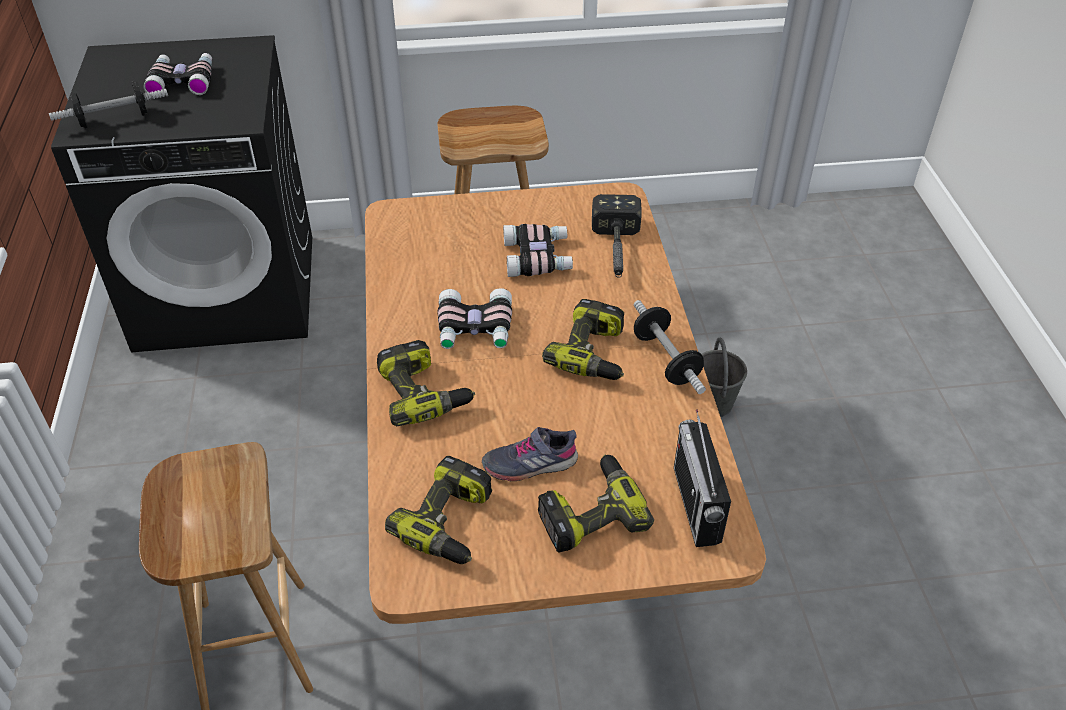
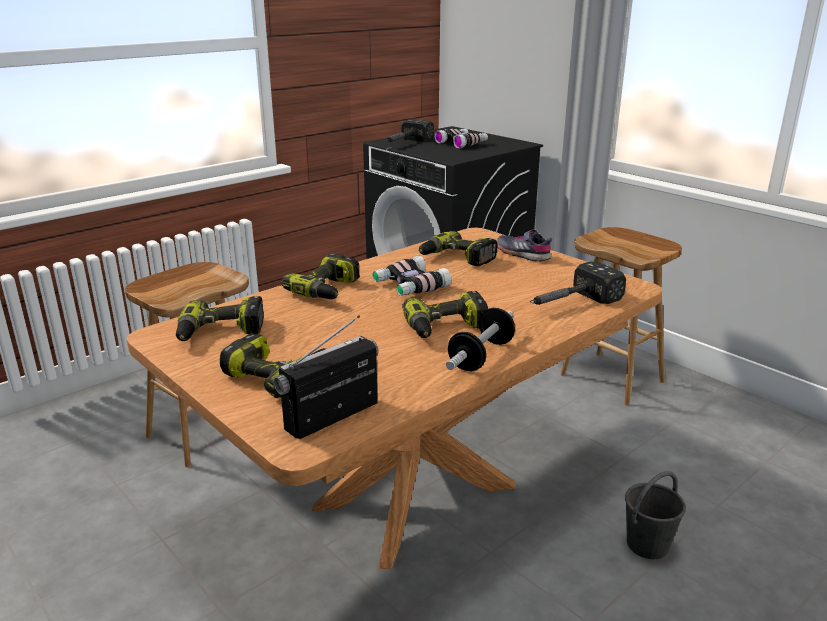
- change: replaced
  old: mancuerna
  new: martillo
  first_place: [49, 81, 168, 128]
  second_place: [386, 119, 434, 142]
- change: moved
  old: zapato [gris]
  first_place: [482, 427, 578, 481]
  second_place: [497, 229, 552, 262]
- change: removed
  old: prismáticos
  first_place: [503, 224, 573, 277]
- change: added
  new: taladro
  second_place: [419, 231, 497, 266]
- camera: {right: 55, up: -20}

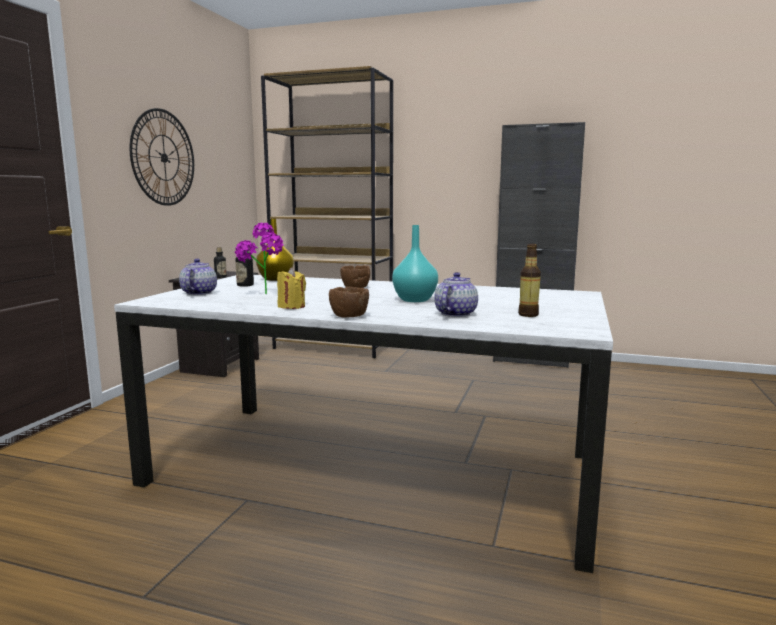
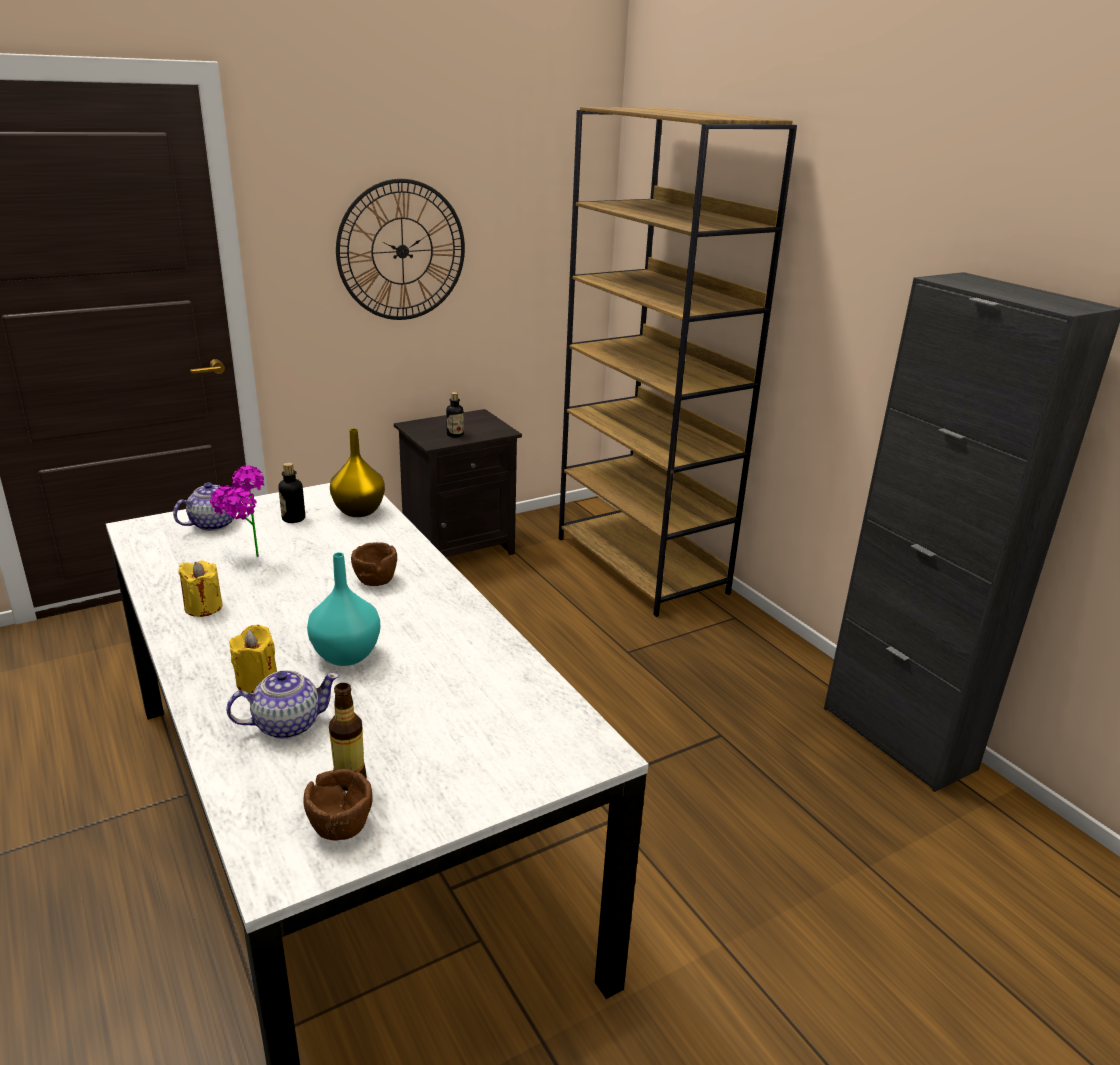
- change: moved
  old: cuenco [marrón]
  first_place: [329, 287, 369, 318]
  second_place: [303, 769, 373, 840]
- change: added
  new: vela [amarillo]
  second_place: [229, 625, 277, 693]
- camera: {right: 40, up: 15}

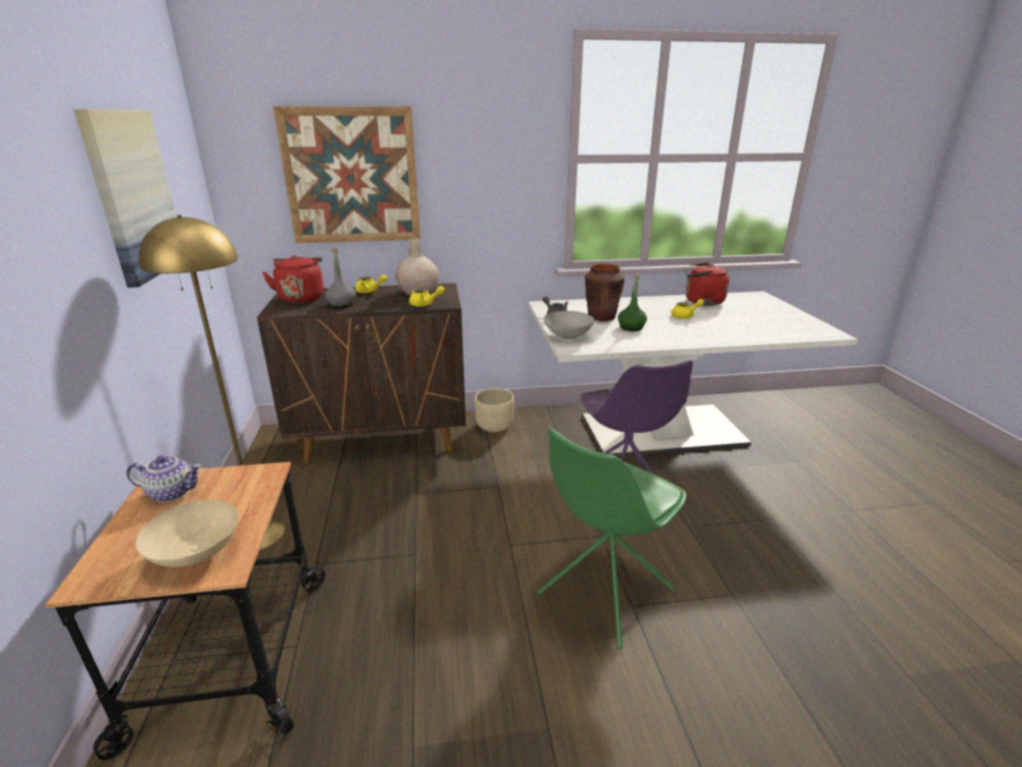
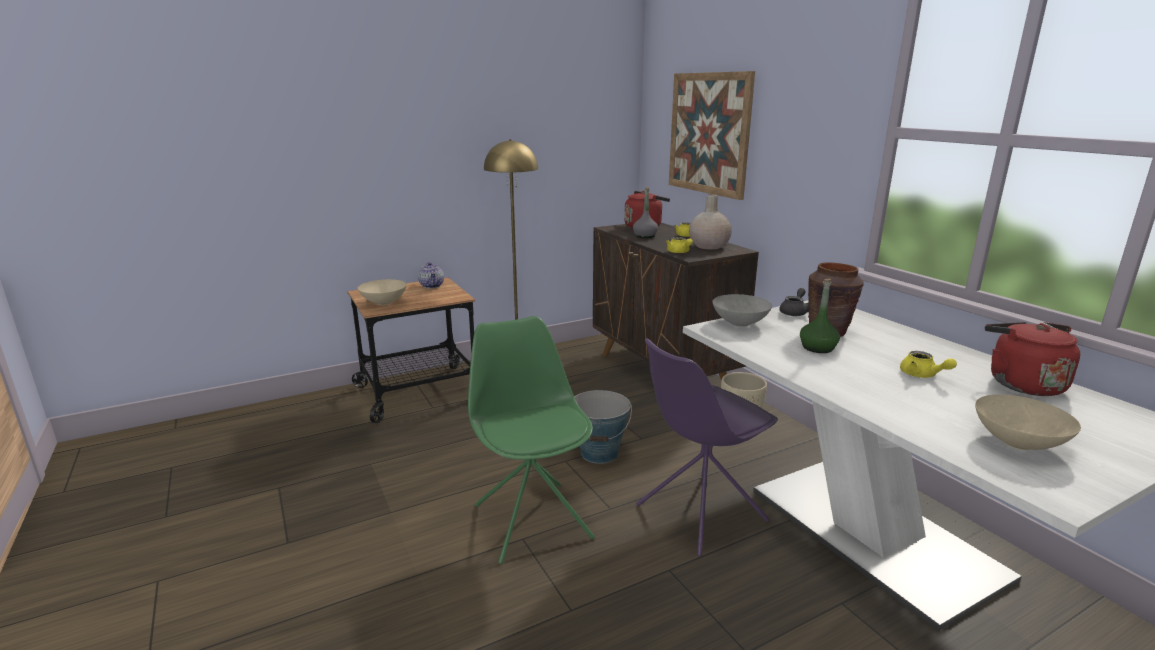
- change: removed
  old: cuadro
  first_place: [73, 109, 177, 288]
- change: turned
  old: silla [verde]
  first_place: [537, 428, 687, 649]
  second_place: [468, 316, 595, 564]
  degrees: 45
- change: added
  new: cubo
  second_place: [574, 390, 632, 464]
- change: added
  new: cuenco [beis]
  second_place: [975, 394, 1081, 450]
- camera: {right: 70, up: -5}

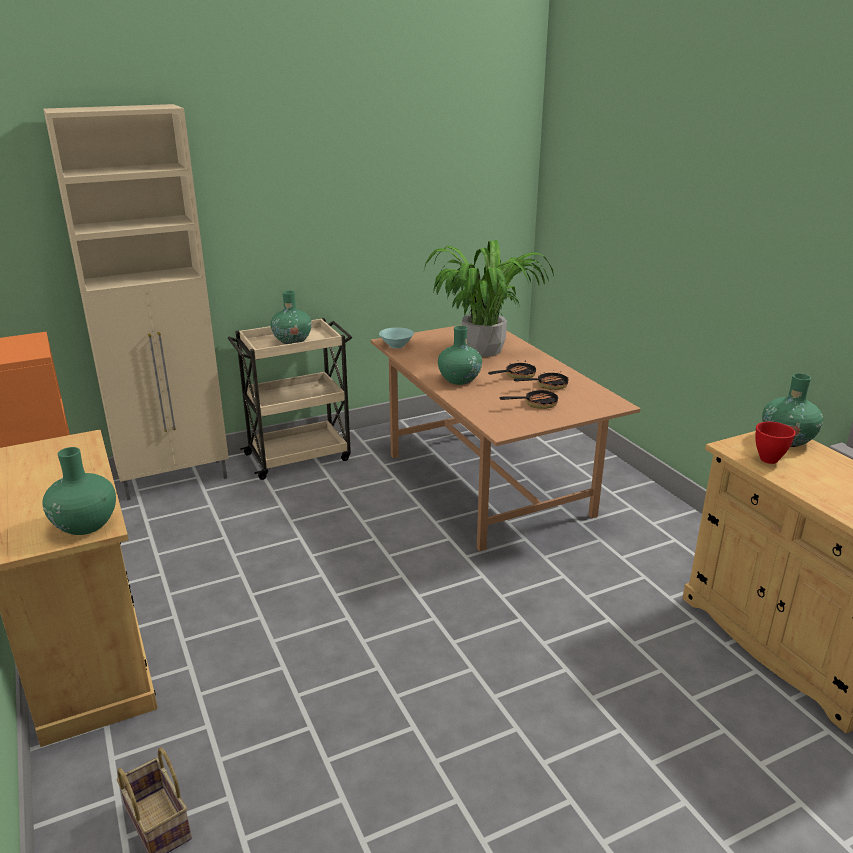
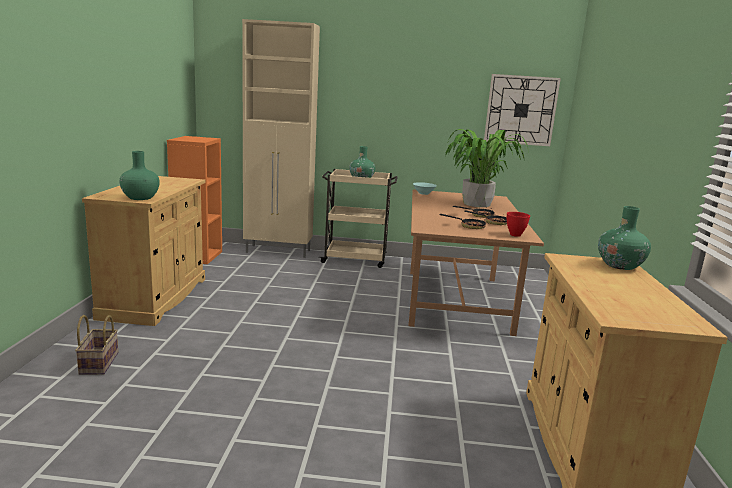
- change: removed
  old: florero [verde]
  first_place: [438, 326, 482, 385]
- change: moved
  old: cuenco [rojo]
  first_place: [755, 422, 796, 464]
  second_place: [507, 212, 530, 237]
- change: added
  new: reloj de pared
  second_place: [484, 74, 561, 146]
- camera: {right: 30, up: -10}

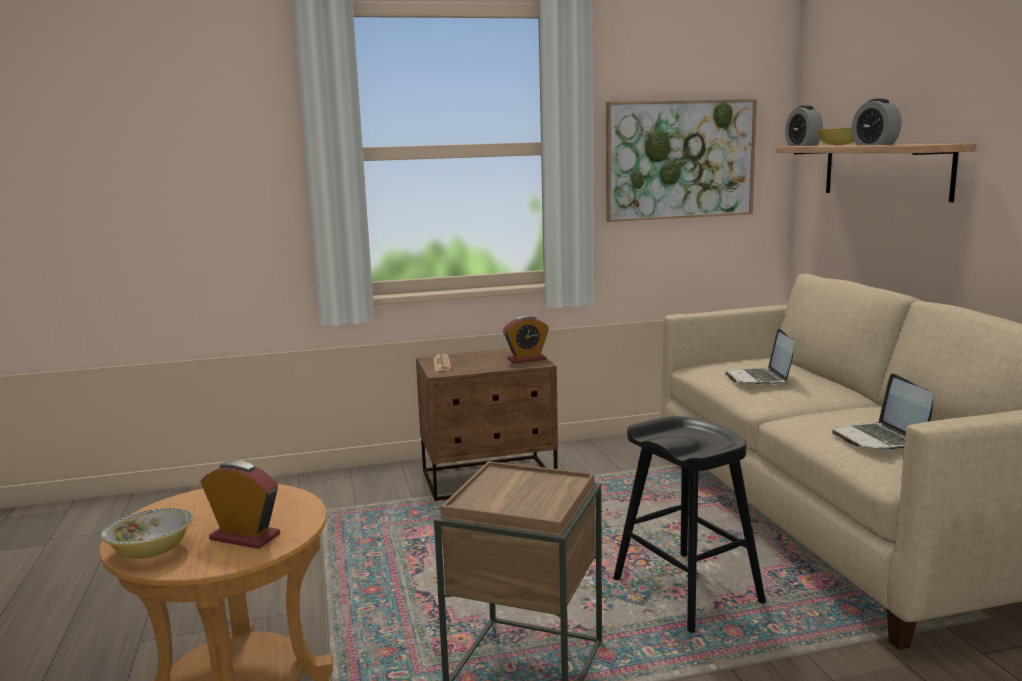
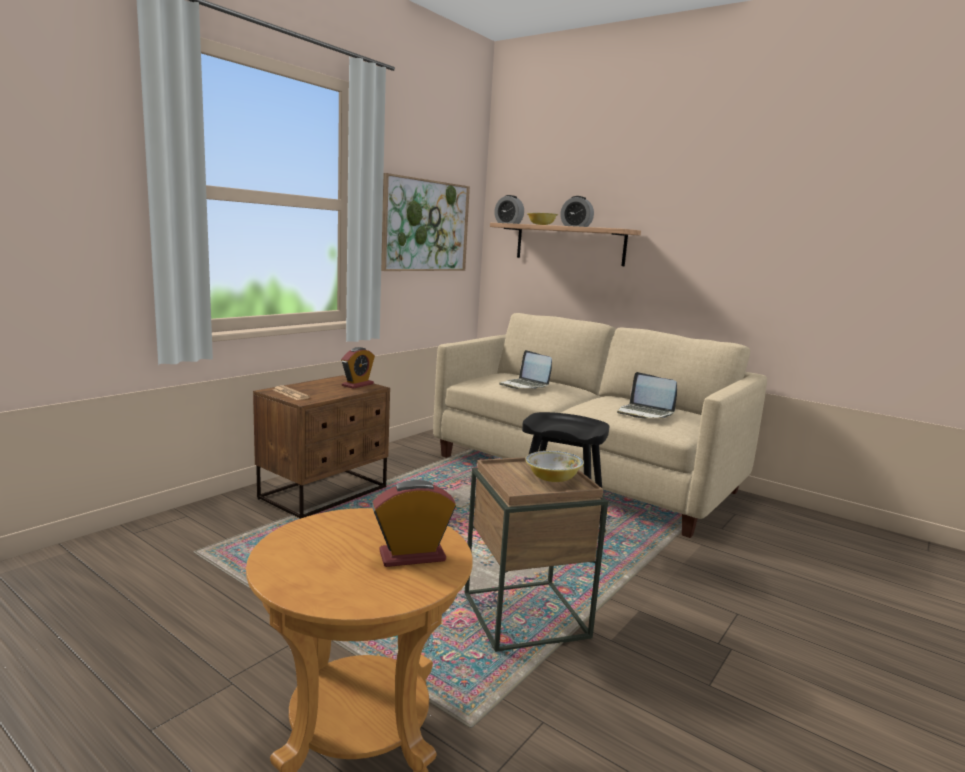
- change: moved
  old: cuenco
  first_place: [101, 508, 193, 559]
  second_place: [525, 451, 584, 482]
- camera: {right: -40, up: 0}

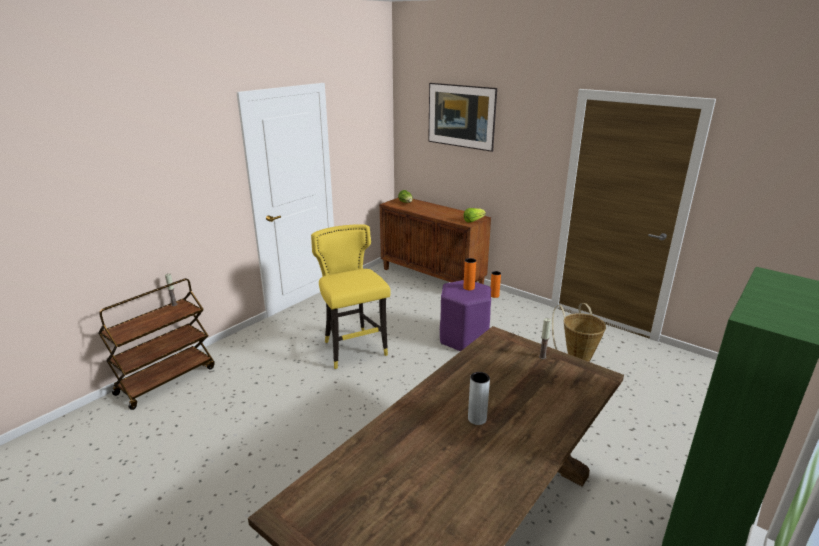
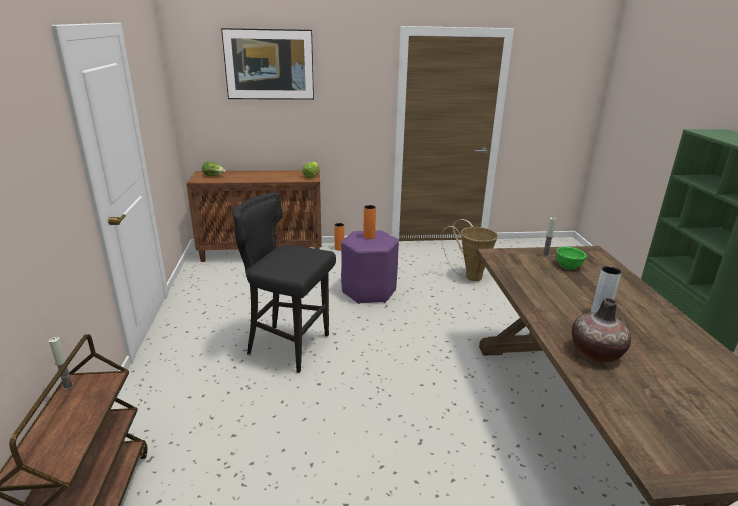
- change: recoloured
  old: taburete [amarillo]
  new: taburete [negro]
  first_place: [311, 224, 391, 369]
  second_place: [233, 192, 336, 373]
- change: added
  new: cuenco [verde]
  second_place: [556, 247, 587, 270]
- change: added
  new: florero
  second_place: [572, 298, 631, 363]
- camera: {right: -45, up: 0}

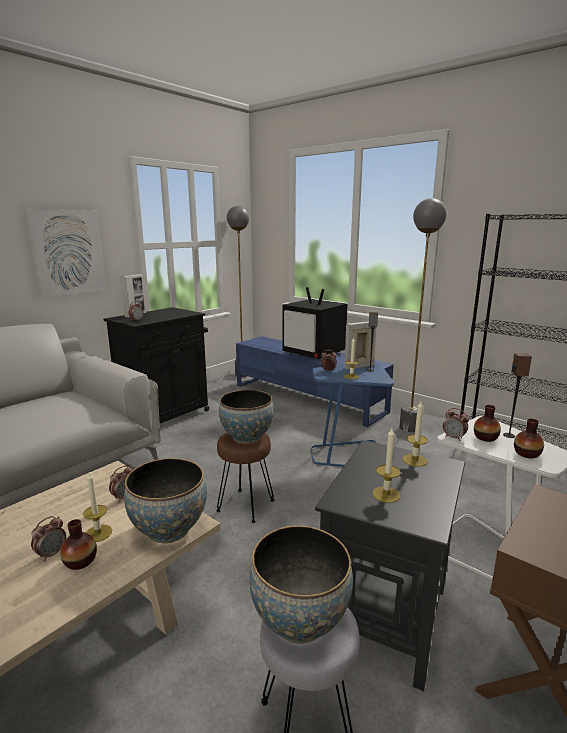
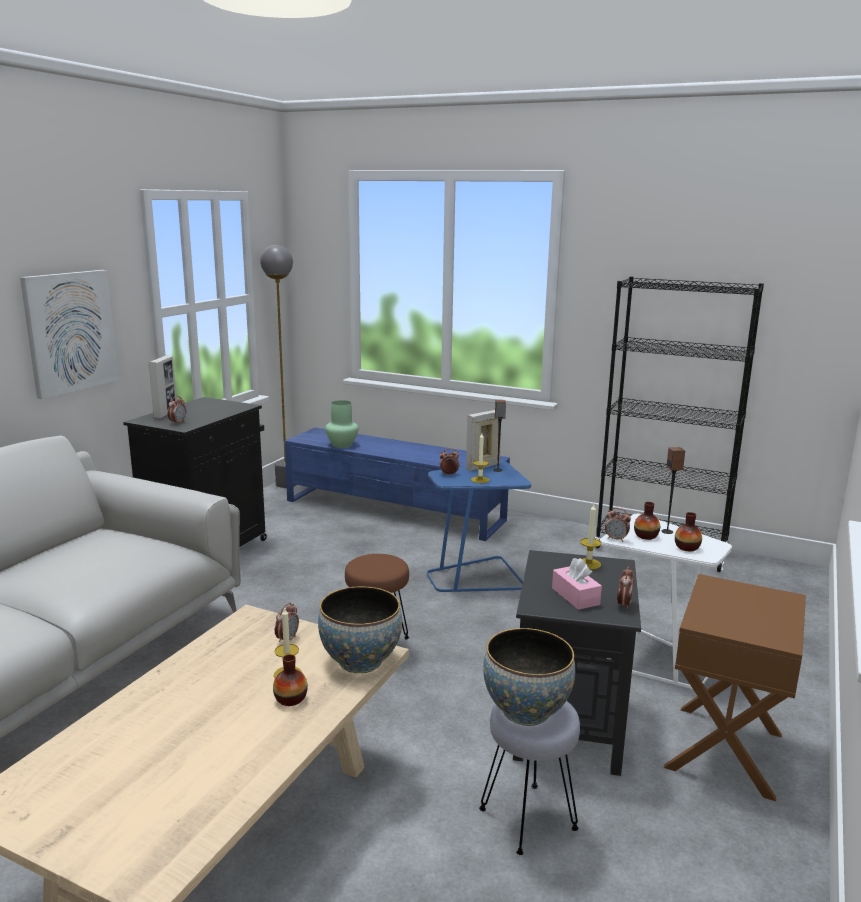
- change: moved
  old: despertador
  first_place: [31, 516, 66, 561]
  second_place: [617, 566, 634, 610]
- change: removed
  old: cuenco
  first_place: [219, 390, 274, 444]
- change: removed
  old: televisor
  first_place: [283, 287, 348, 359]
- change: replaced
  old: vela
  new: caja de pañuelos [rosa]
  first_place: [372, 428, 401, 503]
  second_place: [552, 558, 602, 610]
- change: removed
  old: lámpara de pie [gris]
  first_place: [399, 198, 447, 432]
- change: added
  new: florero [verde]
  second_place: [325, 400, 359, 448]
- camera: {right: -15, up: 0}

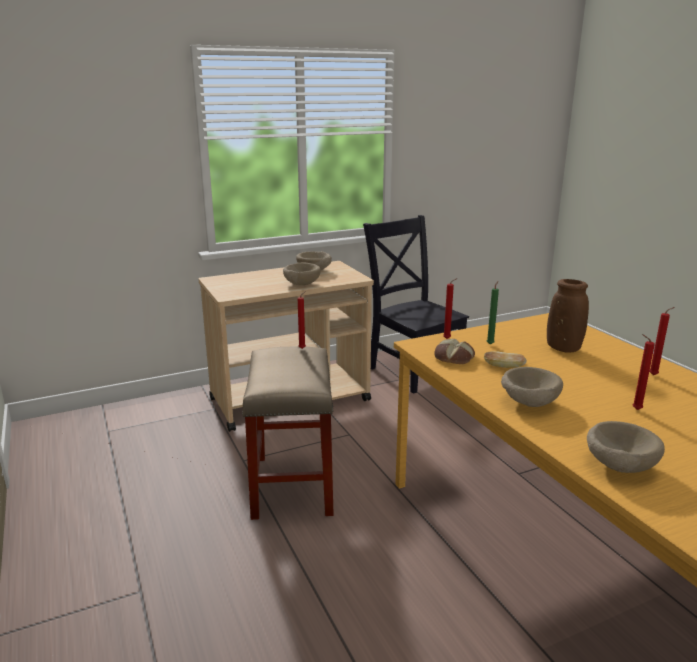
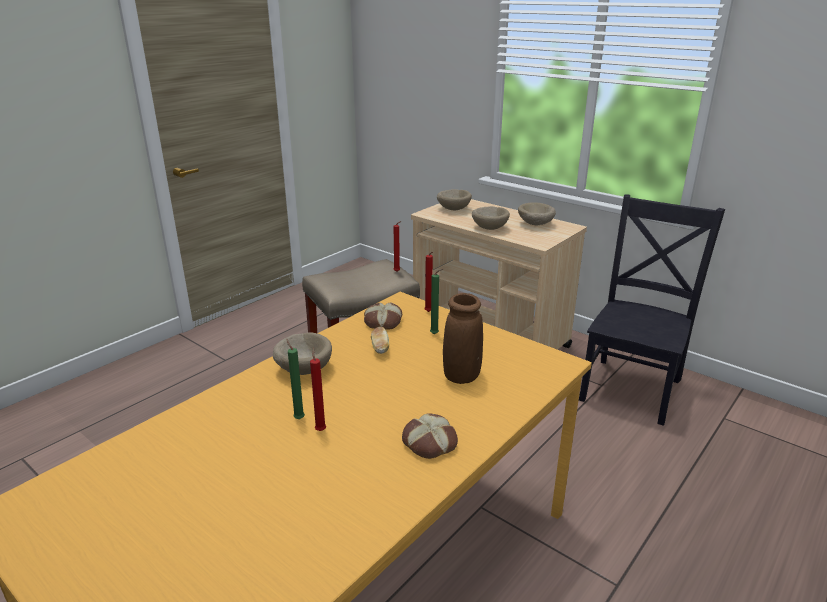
- change: moved
  old: cuenco [beis]
  first_place: [587, 421, 665, 473]
  second_place: [437, 189, 472, 210]
- change: replaced
  old: vela [rojo]
  new: pan
  first_place: [649, 307, 675, 375]
  second_place: [402, 414, 458, 459]
- change: added
  new: vela [verde]
  second_place: [286, 338, 305, 419]
- camera: {right: 65, up: 5}

